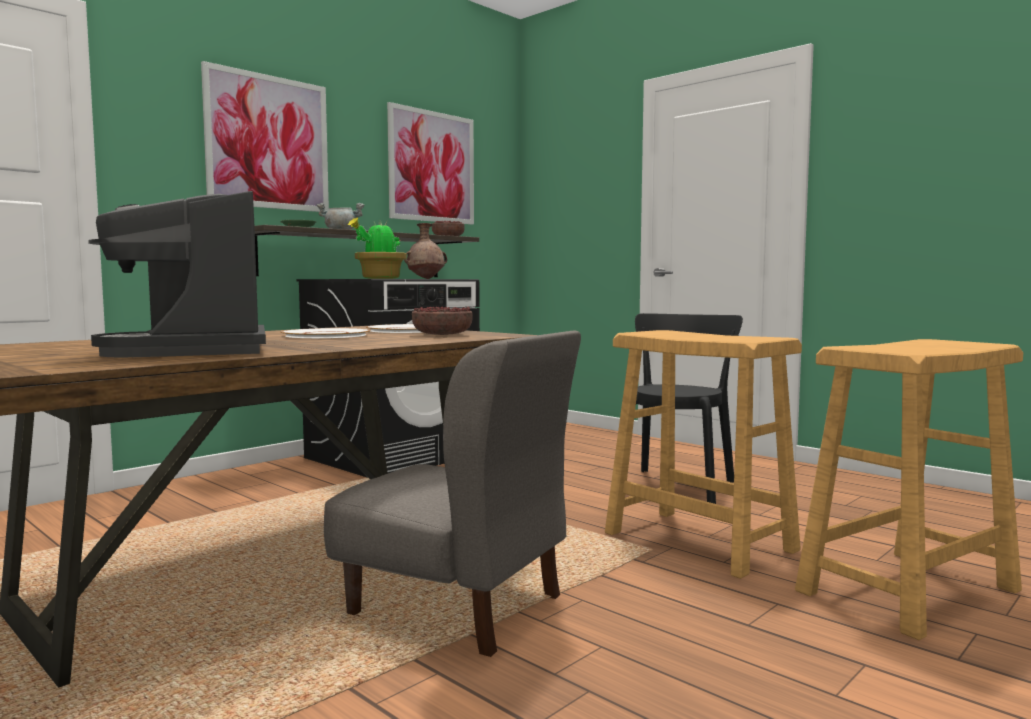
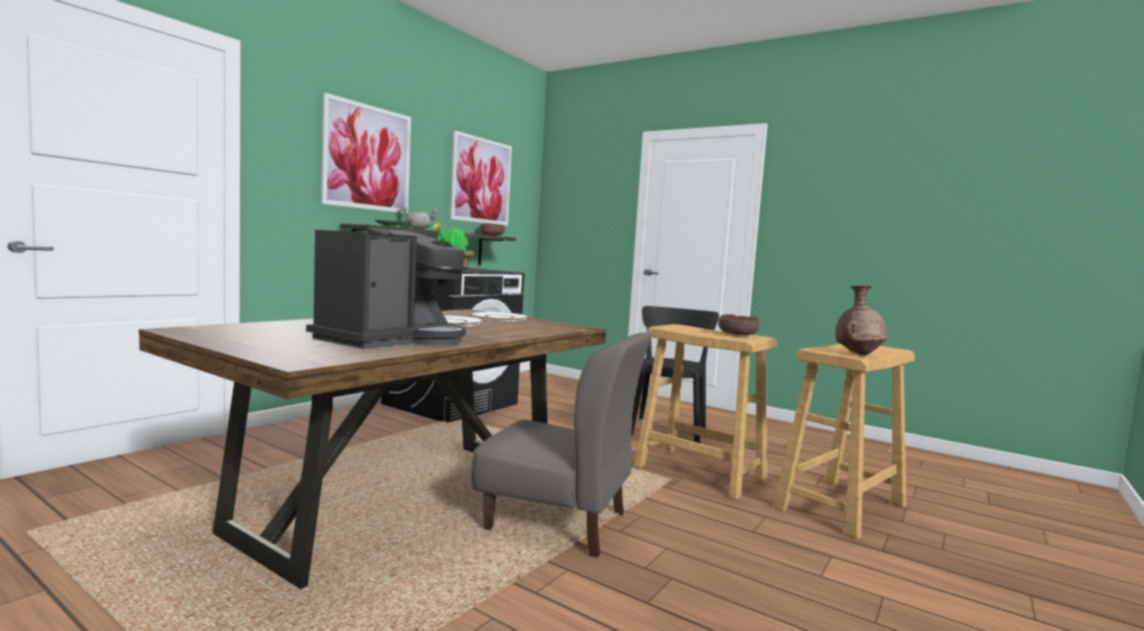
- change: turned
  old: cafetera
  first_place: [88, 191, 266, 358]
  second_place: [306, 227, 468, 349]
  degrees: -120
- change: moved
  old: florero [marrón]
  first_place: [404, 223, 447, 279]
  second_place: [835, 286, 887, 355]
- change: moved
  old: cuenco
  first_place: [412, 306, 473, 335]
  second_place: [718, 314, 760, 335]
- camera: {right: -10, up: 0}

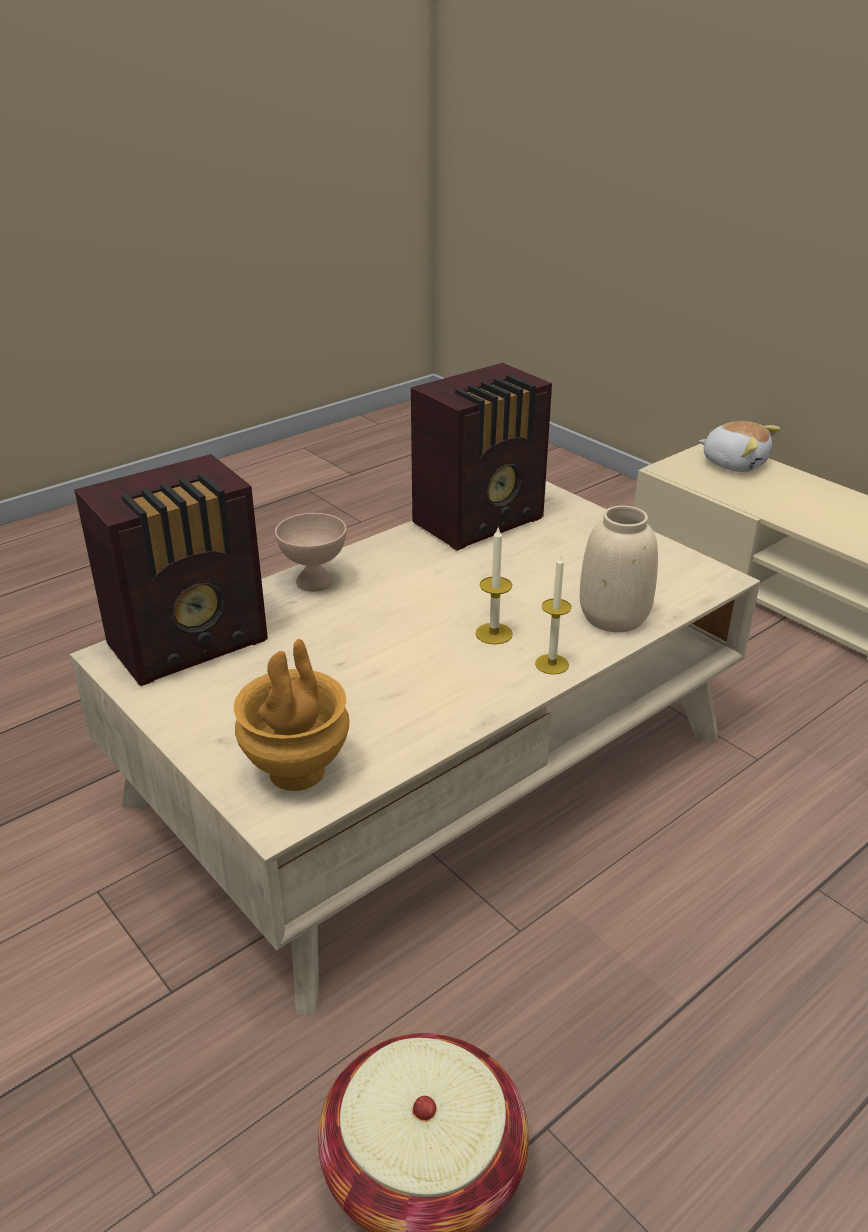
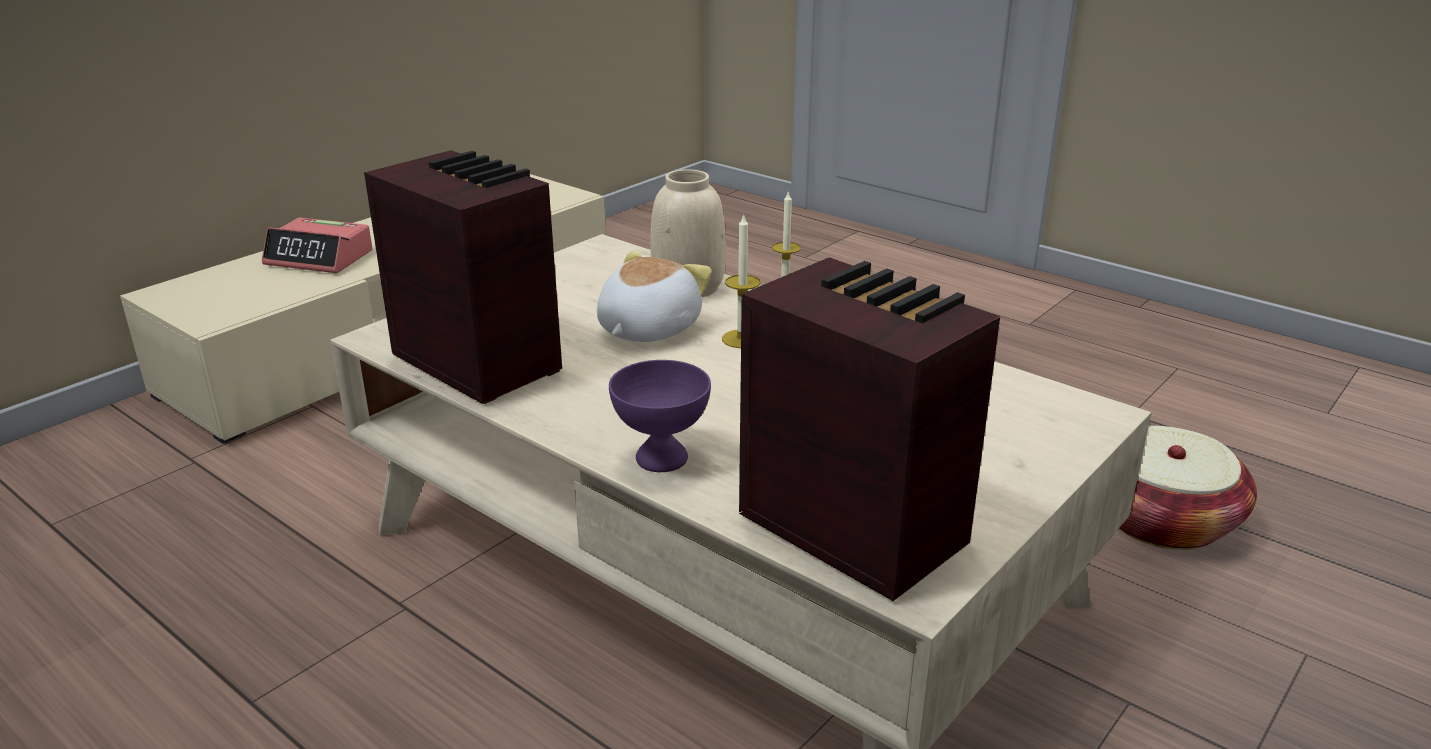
- change: removed
  old: florero [marrón]
  first_place: [234, 639, 349, 791]
- change: recoloured
  old: cuenco [beis]
  new: cuenco [morado]
  first_place: [275, 513, 347, 592]
  second_place: [609, 360, 711, 472]
- change: moved
  old: peluche
  first_place: [699, 421, 780, 472]
  second_place: [597, 251, 712, 342]
- change: added
  new: despertador
  second_place: [262, 217, 373, 273]
- camera: {right: -100, up: -5}

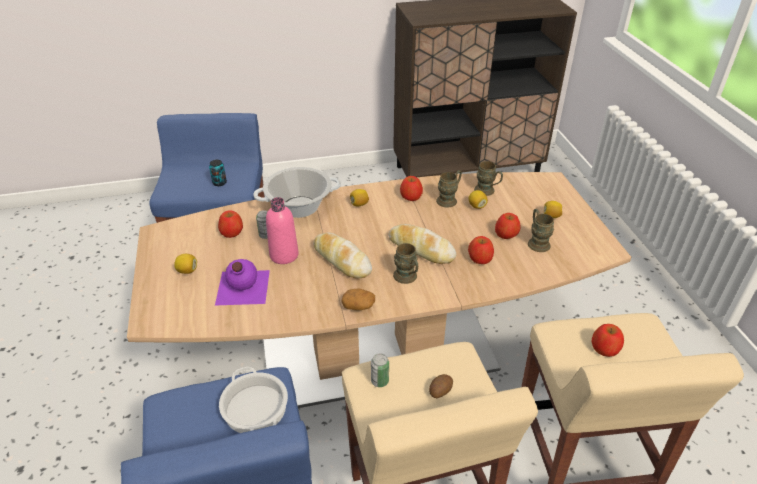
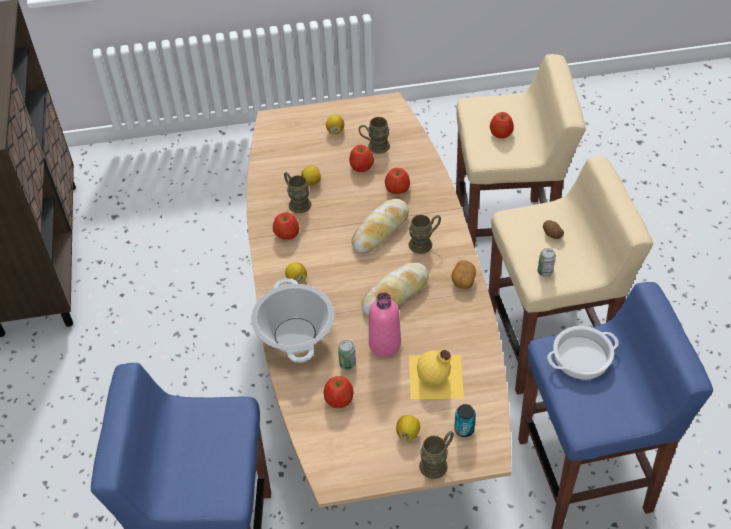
- change: moved
  old: lata
  first_place: [209, 160, 227, 186]
  second_place: [454, 404, 476, 437]
- change: recoloured
  old: botella [morado]
  new: botella [amarillo]
  first_place: [215, 259, 270, 305]
  second_place: [409, 350, 464, 399]
- change: moved
  old: taza grande [marrón]
  first_place: [474, 161, 503, 196]
  second_place: [419, 431, 454, 479]
- camera: {right: -85, up: 10}

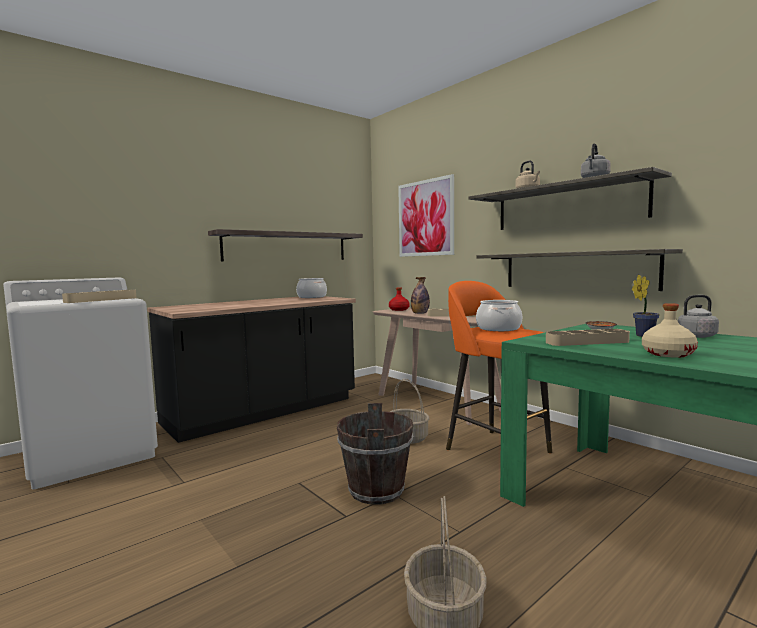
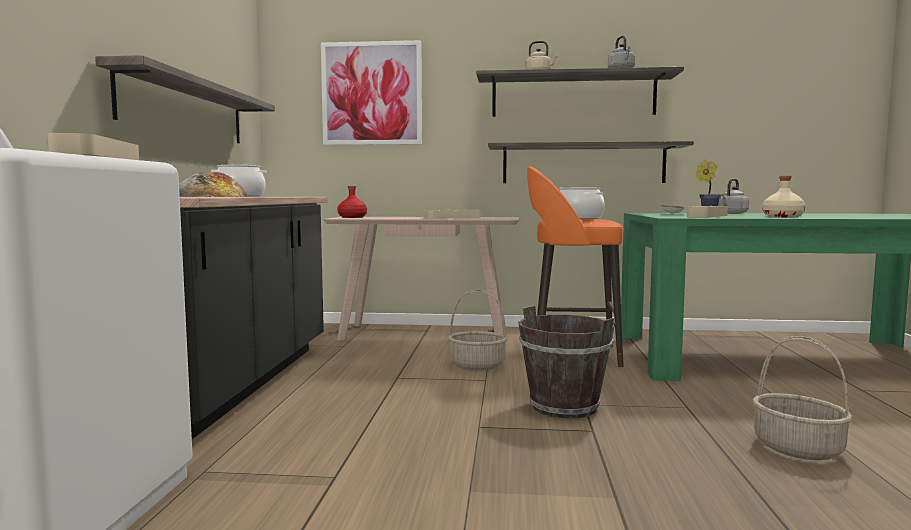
- change: removed
  old: botella
  first_place: [411, 277, 430, 314]
- change: added
  new: pan
  second_place: [179, 172, 247, 197]
- camera: {right: -45, up: 0}

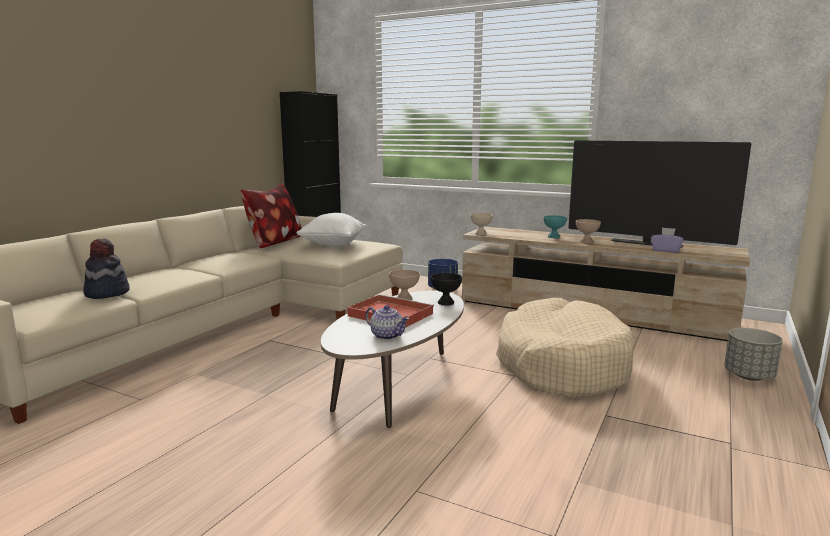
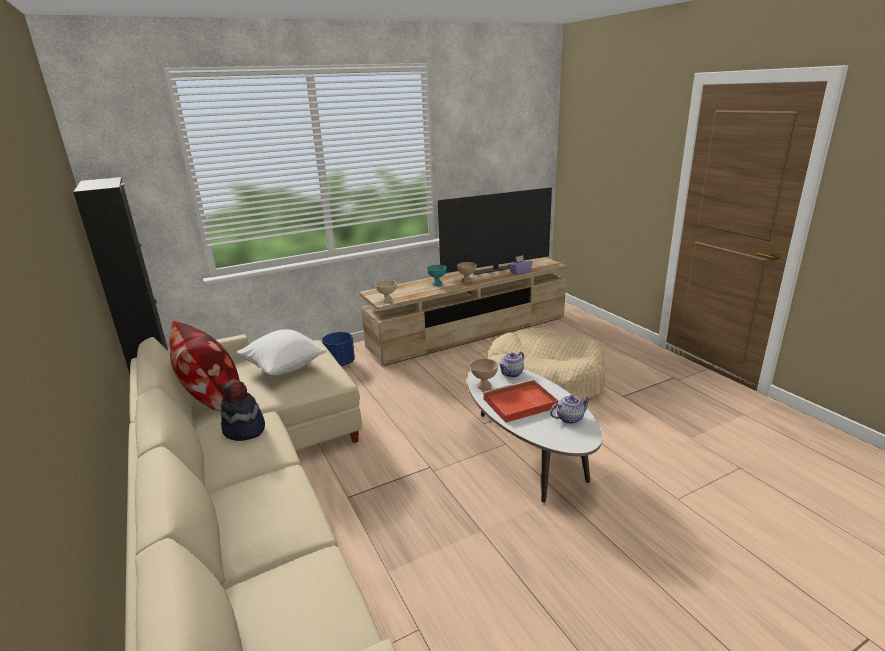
- change: moved
  old: sombrero
  first_place: [83, 238, 130, 299]
  second_place: [221, 379, 265, 441]
- change: replaced
  old: cuenco [negro]
  new: tetera
  first_place: [431, 273, 462, 305]
  second_place: [500, 351, 524, 377]
- change: removed
  old: maceta [gris]
  first_place: [724, 328, 783, 381]
- camera: {right: -55, up: 10}

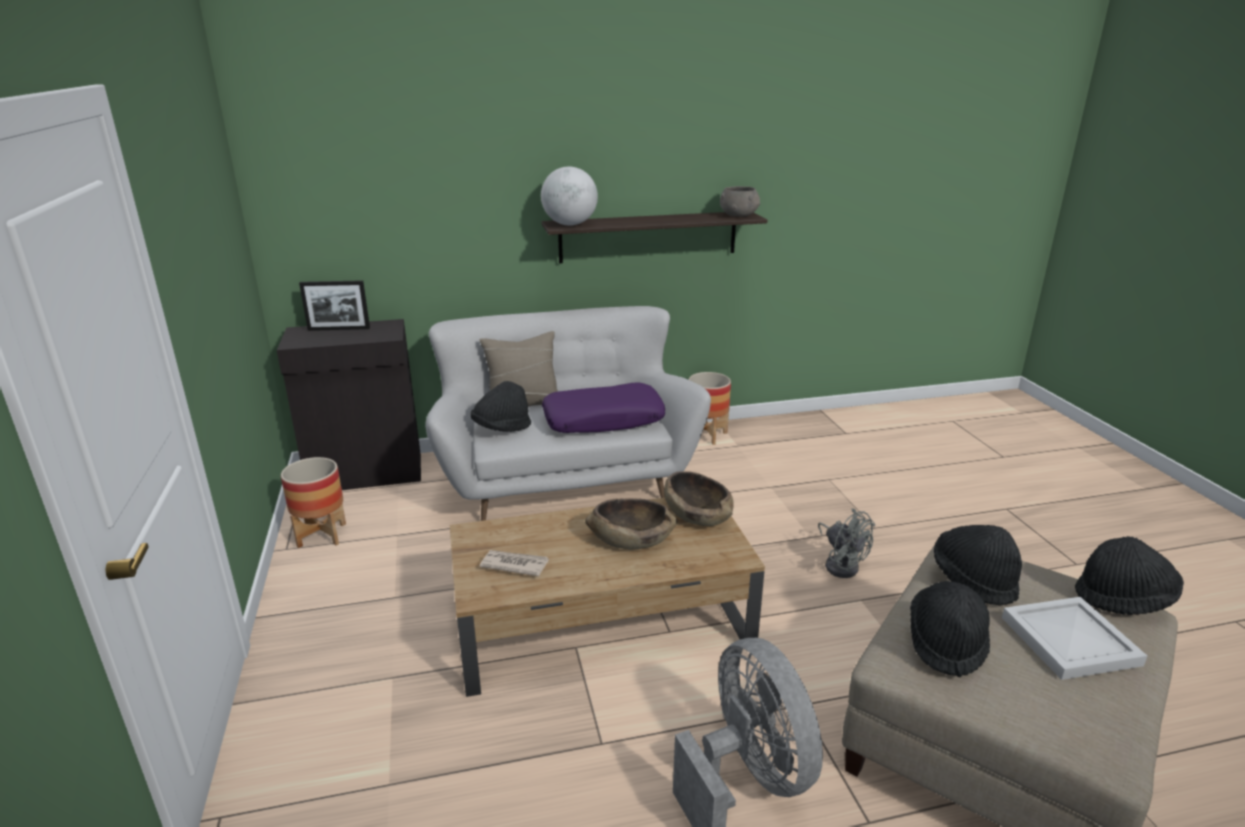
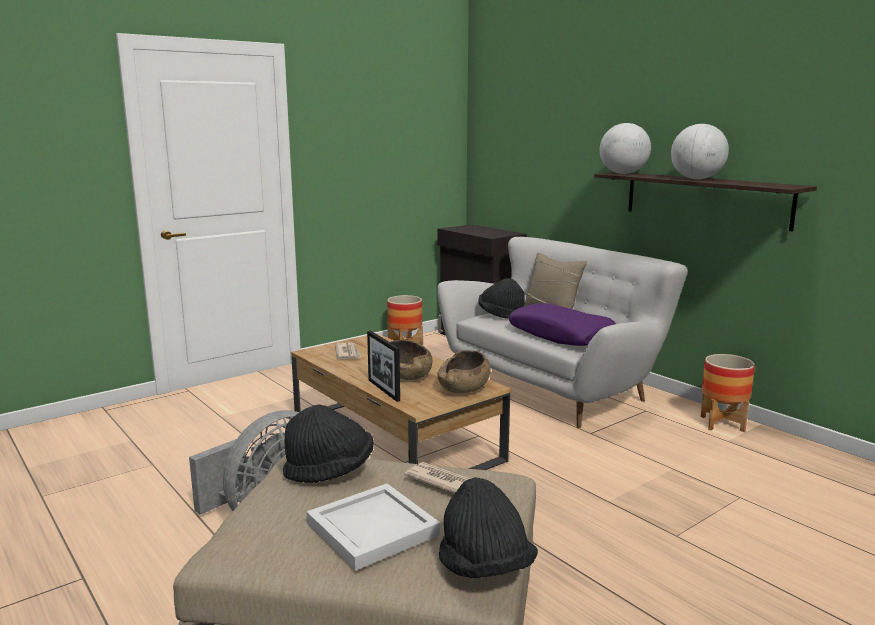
- change: moved
  old: portarretratos
  first_place: [299, 280, 370, 331]
  second_place: [367, 331, 400, 402]
- change: removed
  old: cuenco [gris]
  first_place: [720, 186, 760, 217]
- change: removed
  old: ventilador [gris]
  first_place: [818, 509, 875, 578]
- change: replaced
  old: sombrero [negro]
  new: periódico
  first_place: [934, 525, 1022, 606]
  second_place: [404, 462, 472, 494]
- change: added
  new: globo terráqueo
  second_place: [671, 124, 729, 179]
- camera: {right: 65, up: -10}

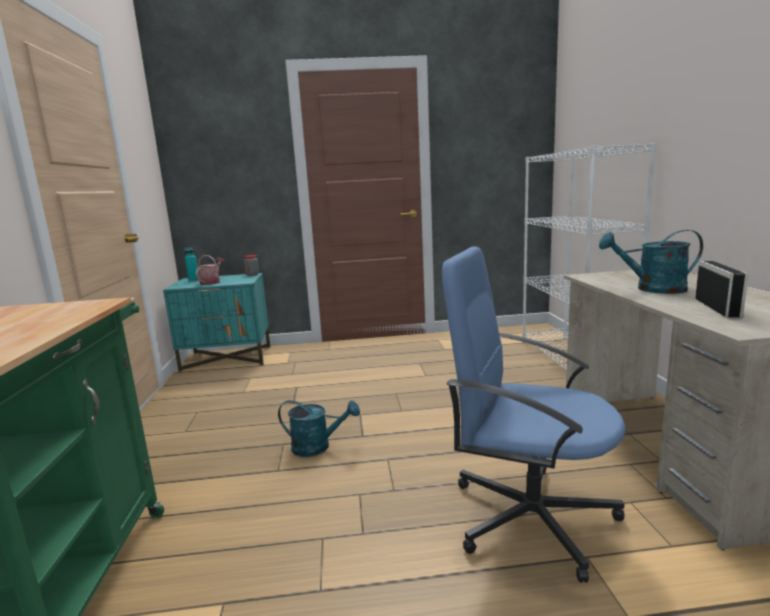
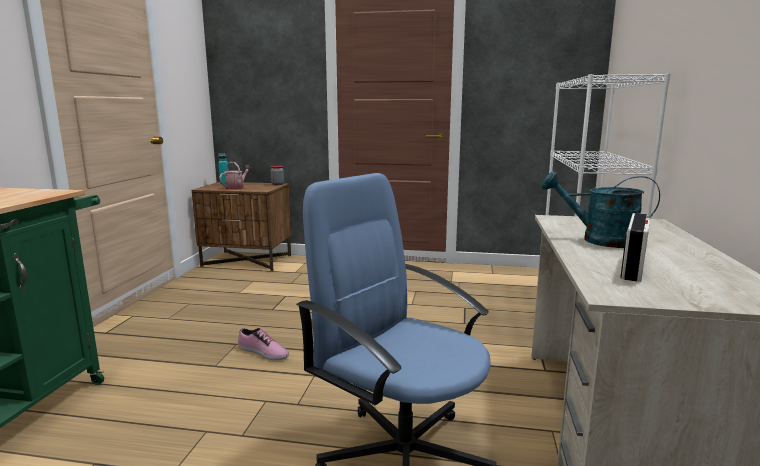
- change: recoloured
  old: mesita de noche [turquesa]
  new: mesita de noche [marrón]
  first_place: [163, 273, 270, 372]
  second_place: [192, 182, 291, 271]
- change: replaced
  old: regadera [turquesa]
  new: zapato
  first_place: [278, 400, 360, 457]
  second_place: [238, 328, 289, 360]
- camera: {right: 15, up: 0}

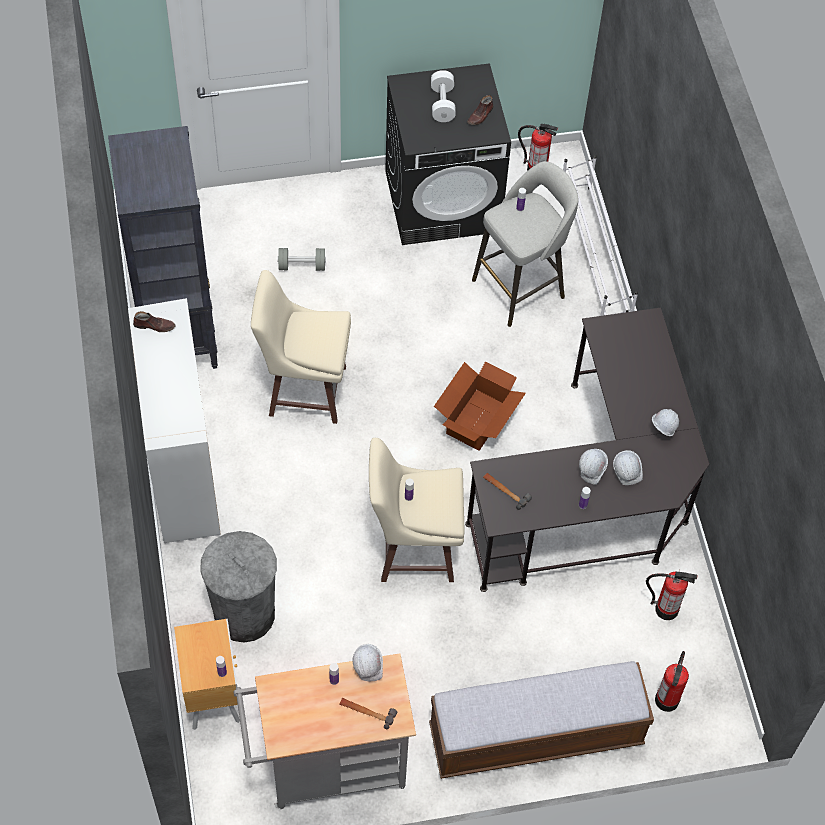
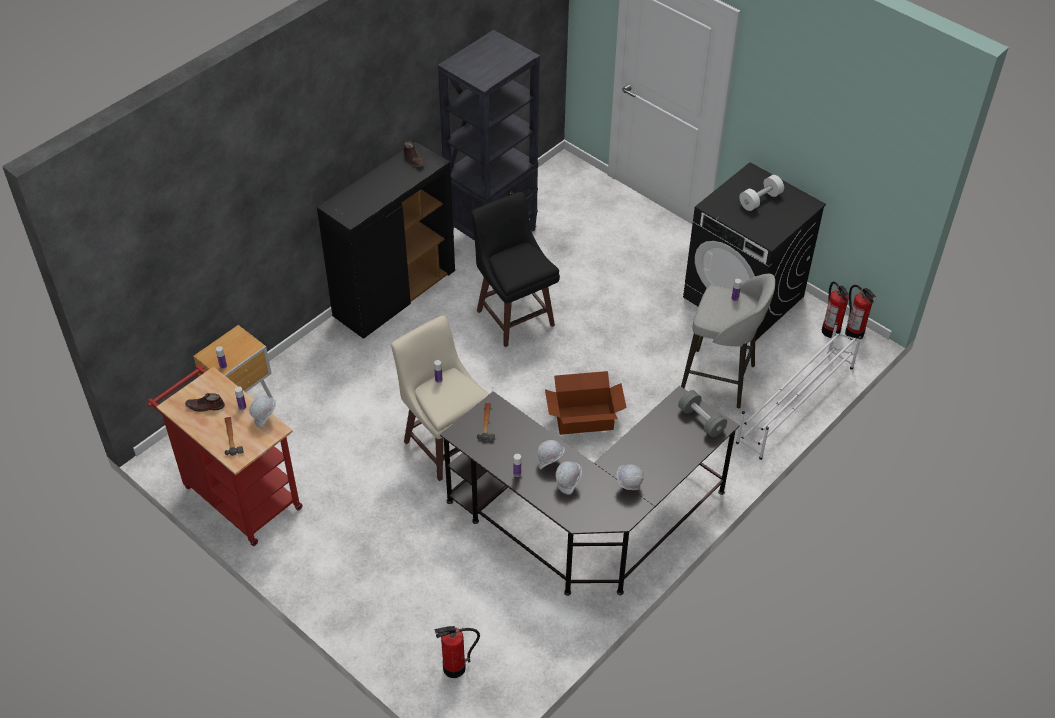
- change: recoloured
  old: armario [blanco]
  new: armario [negro]
  first_place: [128, 298, 221, 543]
  second_place: [317, 142, 455, 339]
- change: removed
  old: papelera [gris]
  first_place: [200, 531, 277, 643]
- change: recoloured
  old: carrito [gris]
  new: carrito [rojo]
  first_place: [233, 653, 416, 809]
  second_place: [147, 365, 303, 546]
- change: recoloured
  old: taburete [beis]
  new: taburete [negro]
  first_place: [251, 270, 351, 424]
  second_place: [471, 192, 560, 347]
- change: moved
  old: mancuerna [gris]
  first_place: [277, 248, 326, 271]
  second_place: [678, 390, 727, 437]
- change: removed
  old: banco
  first_place: [429, 661, 654, 779]
- change: moved
  old: zapato [marrón]
  first_place: [467, 95, 494, 125]
  second_place: [185, 393, 225, 412]
- change: moved
  old: extintor
  first_place: [646, 570, 698, 620]
  second_place: [845, 285, 876, 341]
- camera: {right: 55, up: -10}

